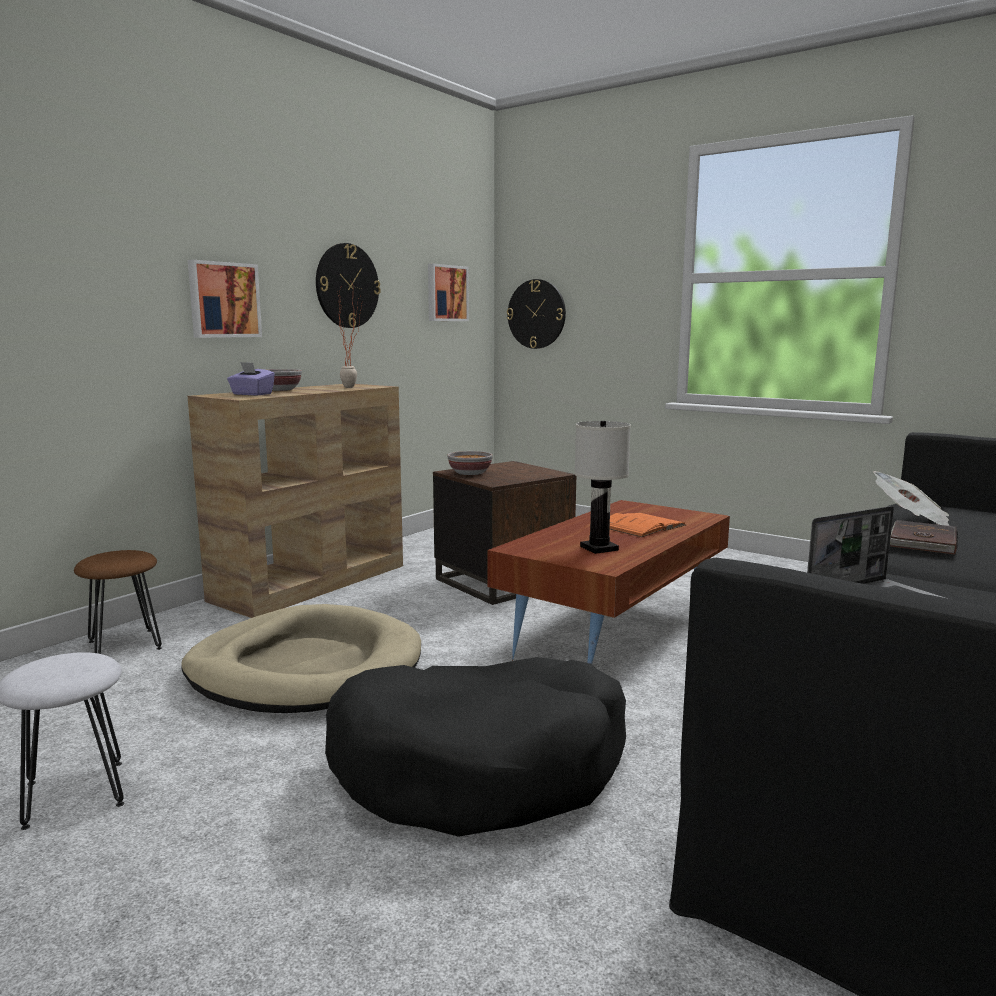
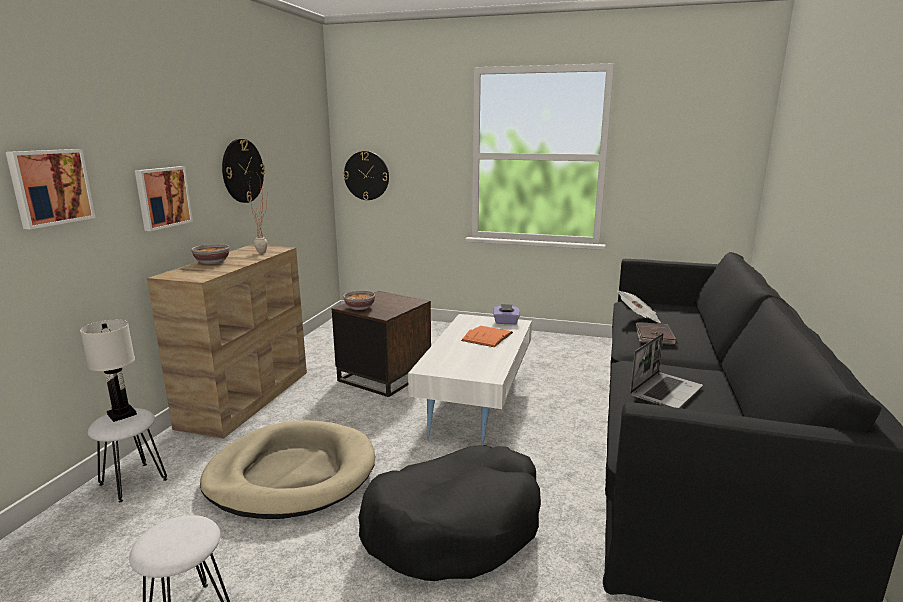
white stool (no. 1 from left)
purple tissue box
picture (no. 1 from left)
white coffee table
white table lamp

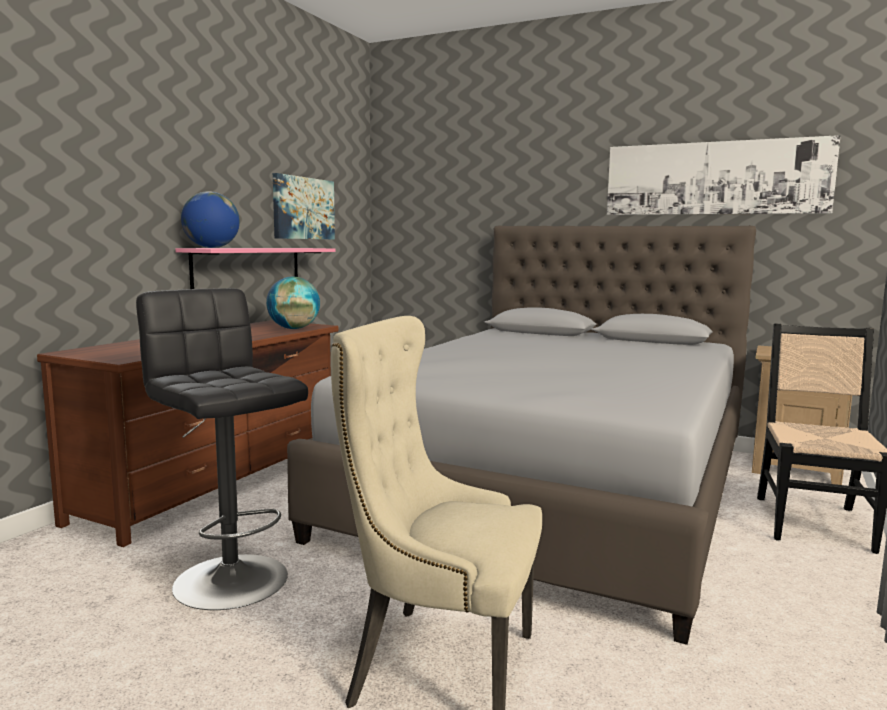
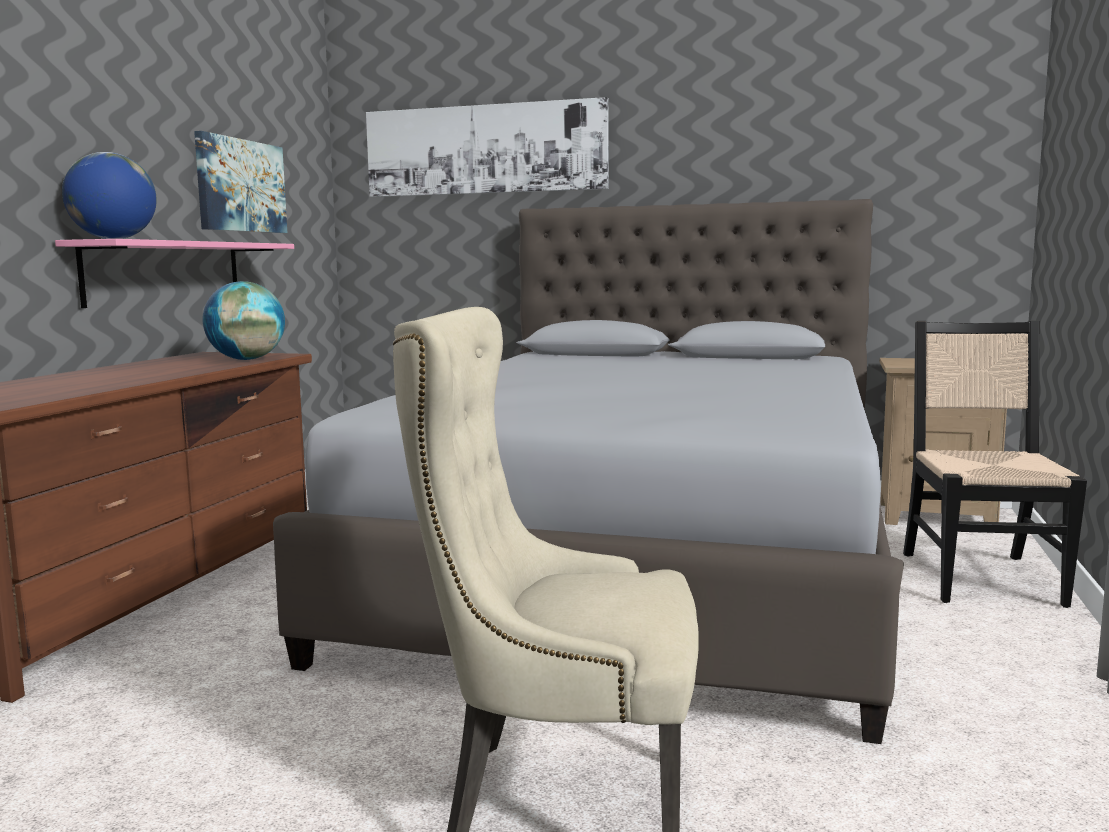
black stool
picture (no. 2 from left)

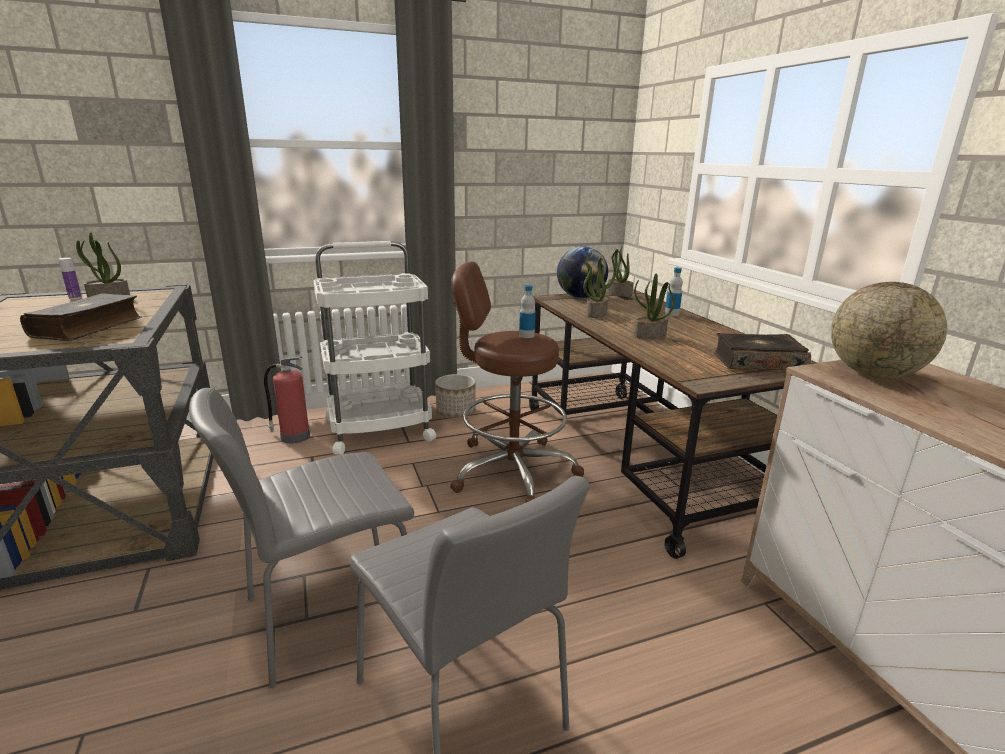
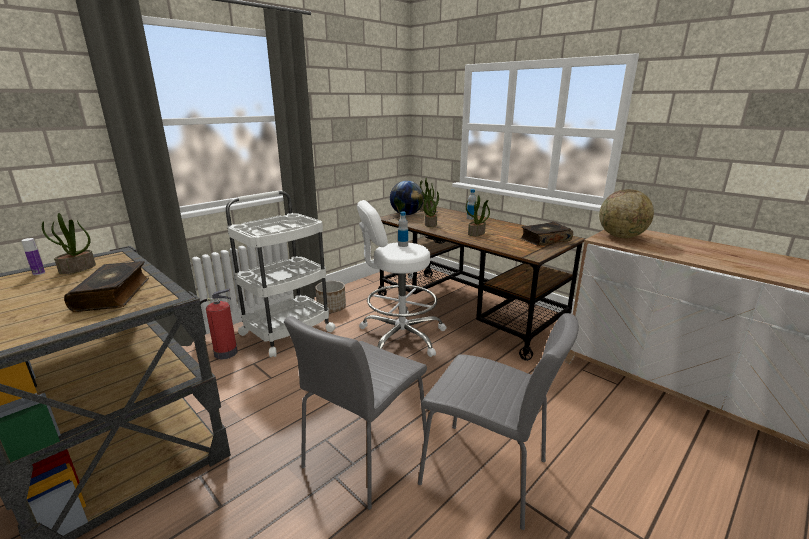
white stool

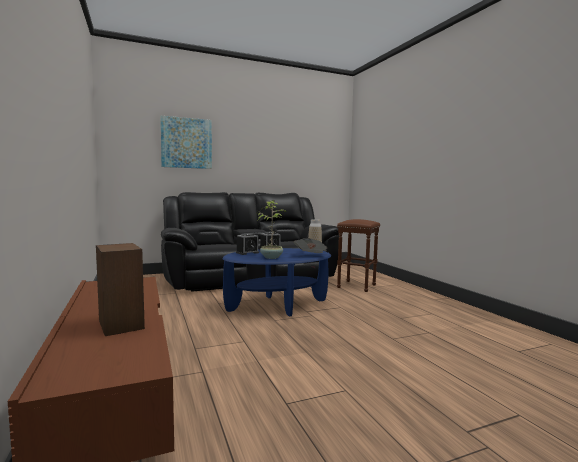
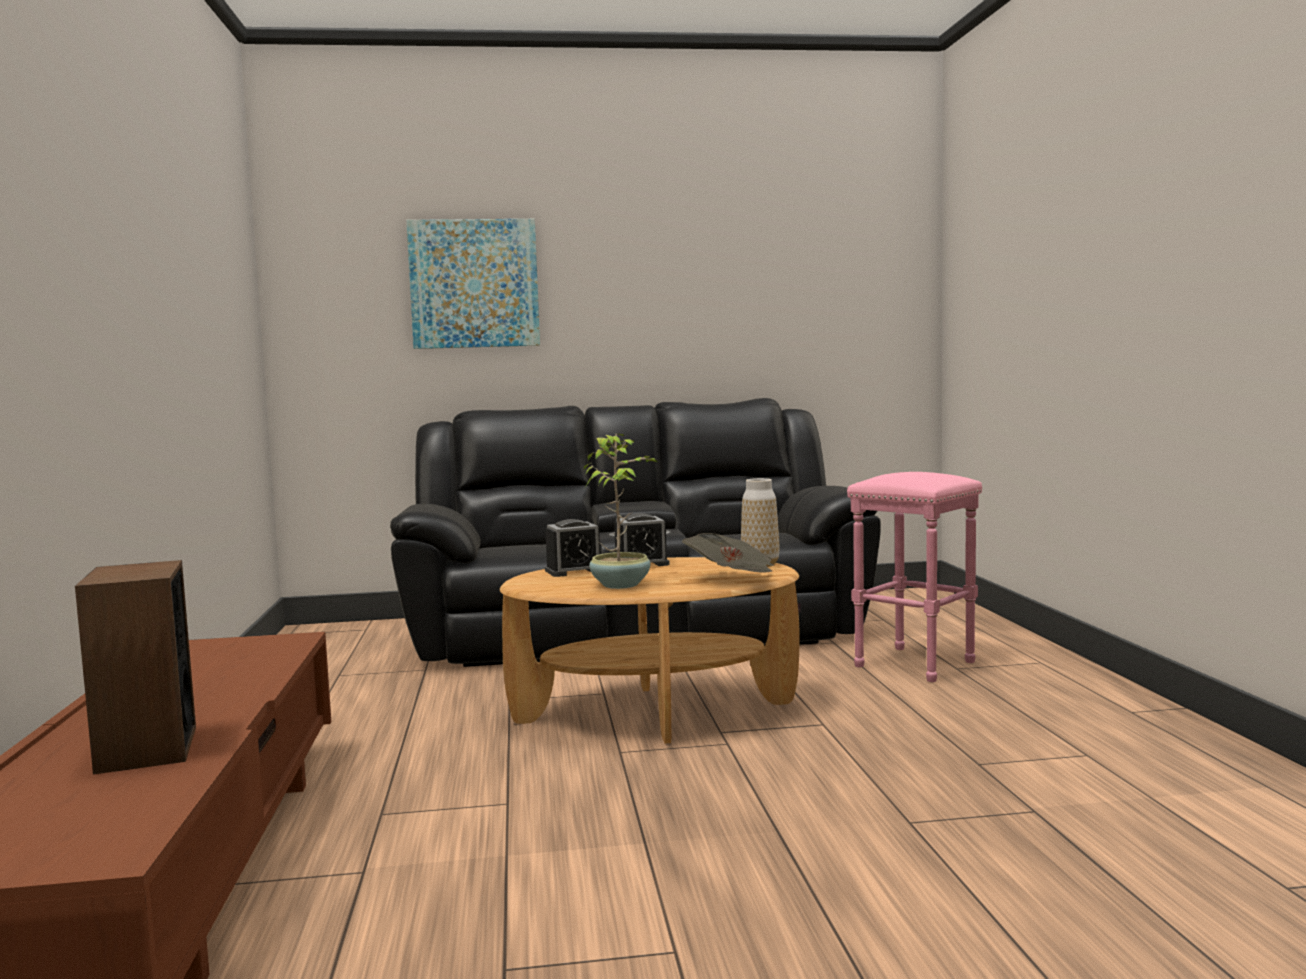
brown coffee table
pink stool

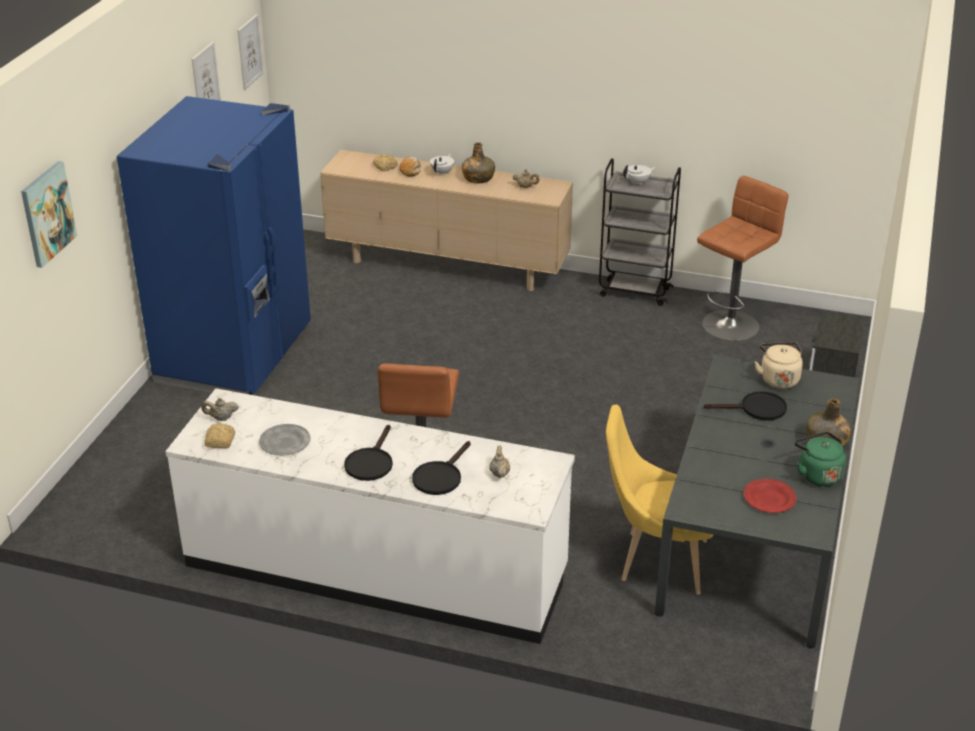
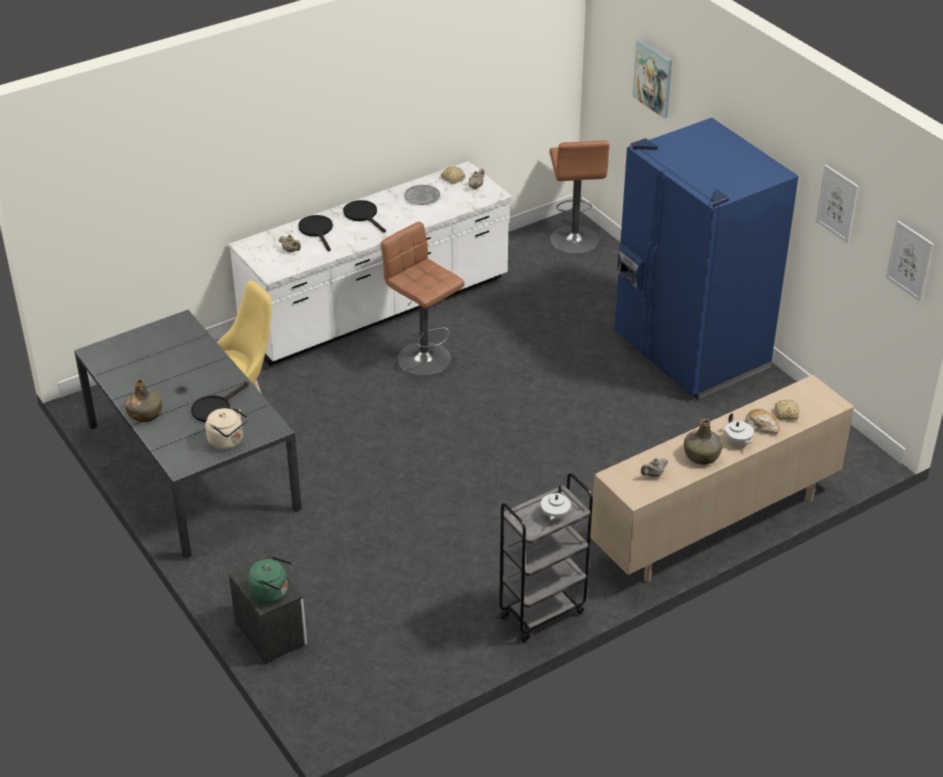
brown stool (no. 2 from left)
red plate
green kettle

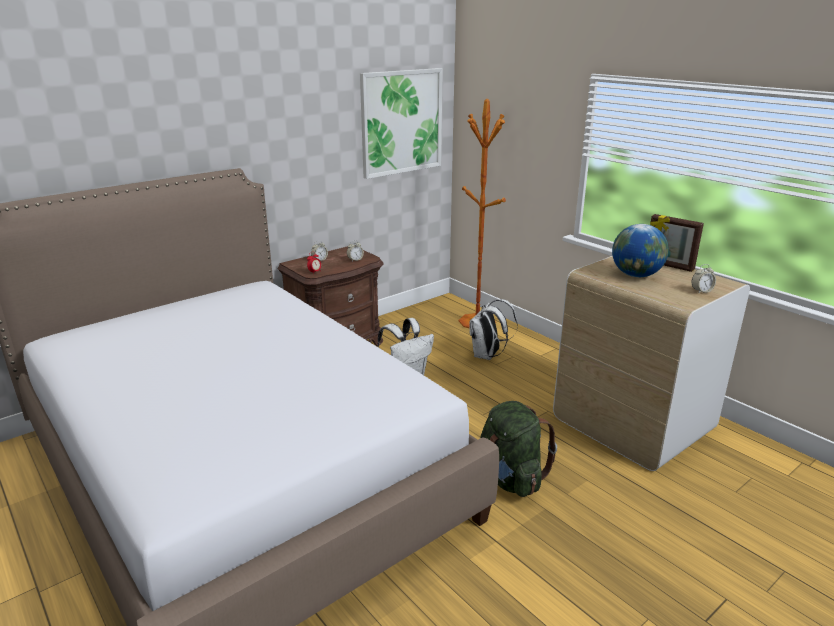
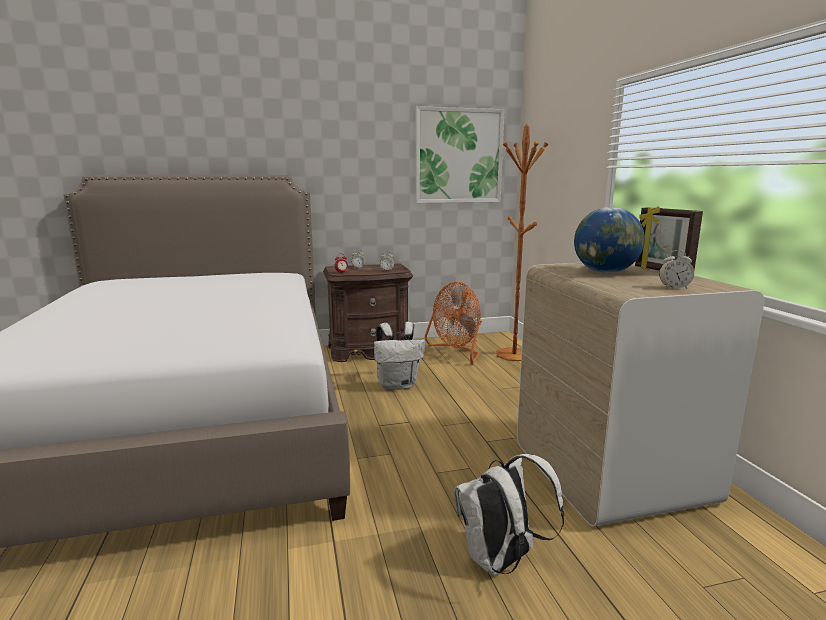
white backpack (no. 2 from left)
green backpack
orange fan

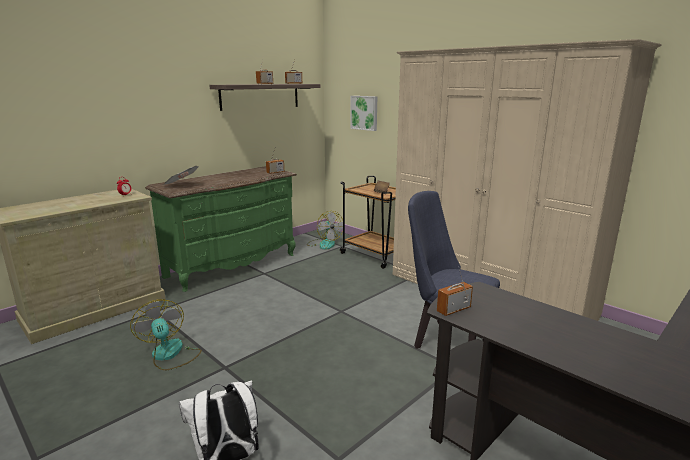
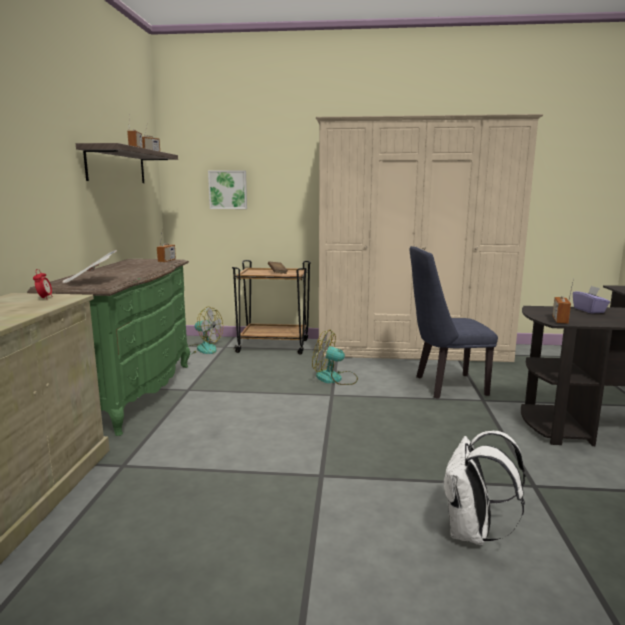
fan (no. 2 from left)
purple tissue box

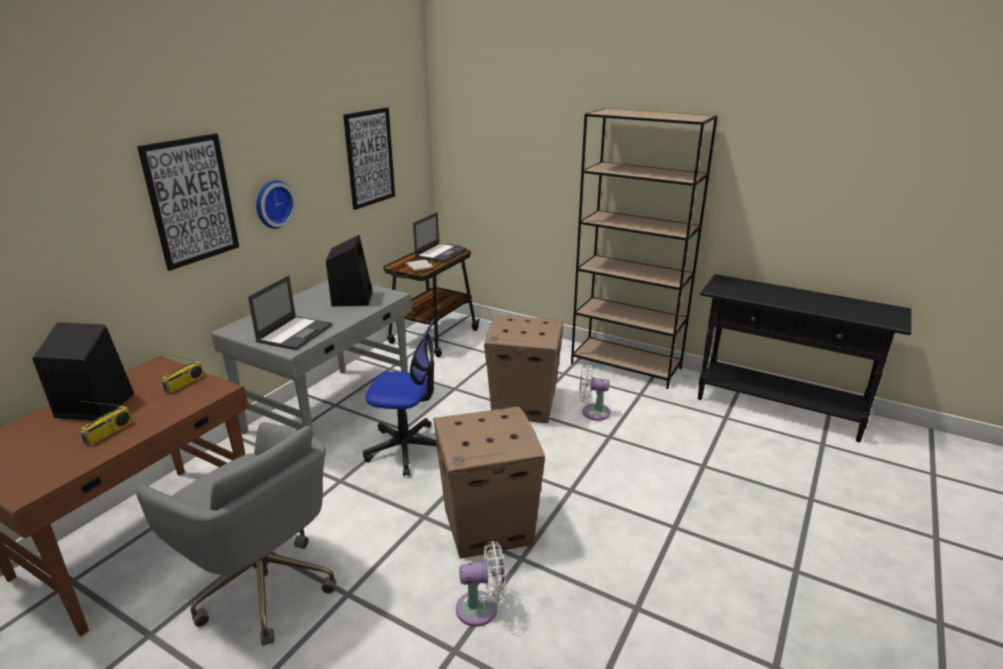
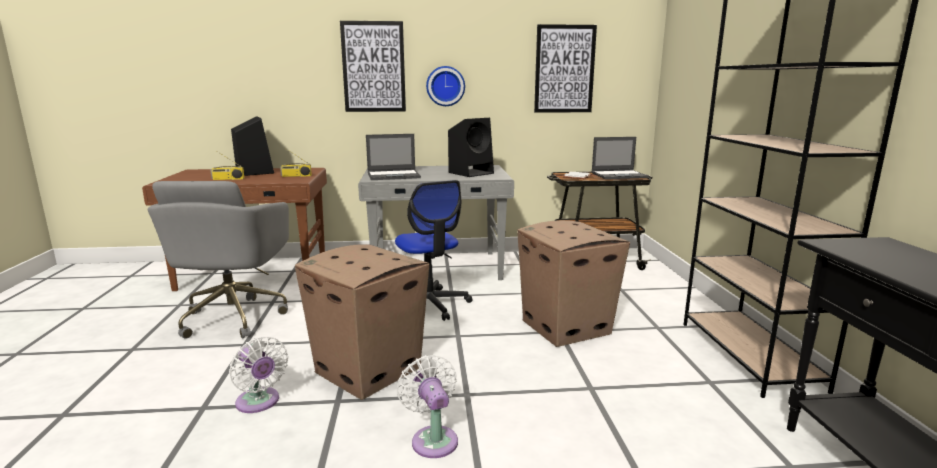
white fan (no. 2 from left)

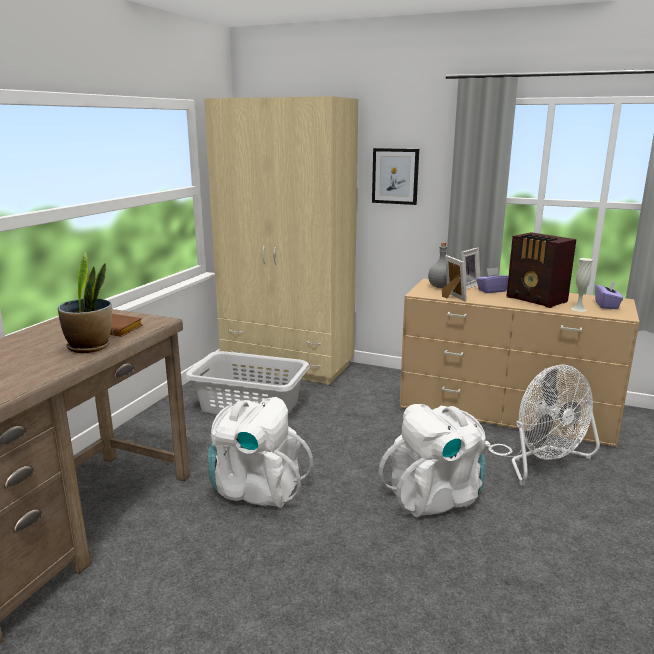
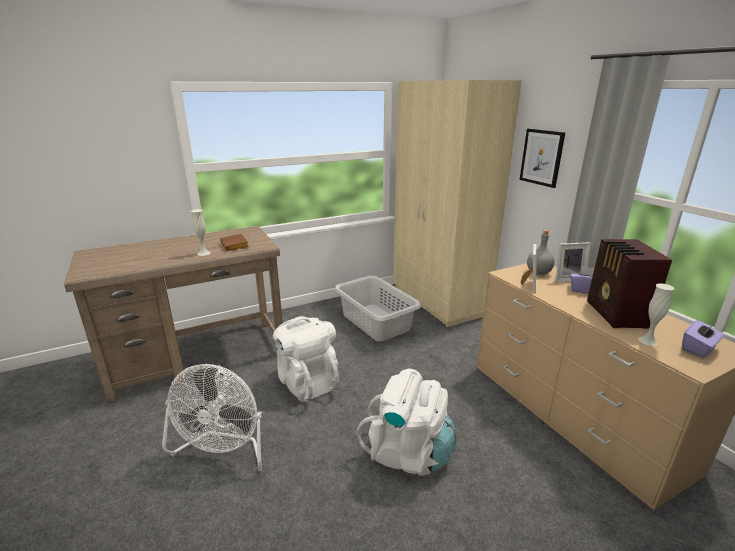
white vase (no. 1 from left)
white fan

